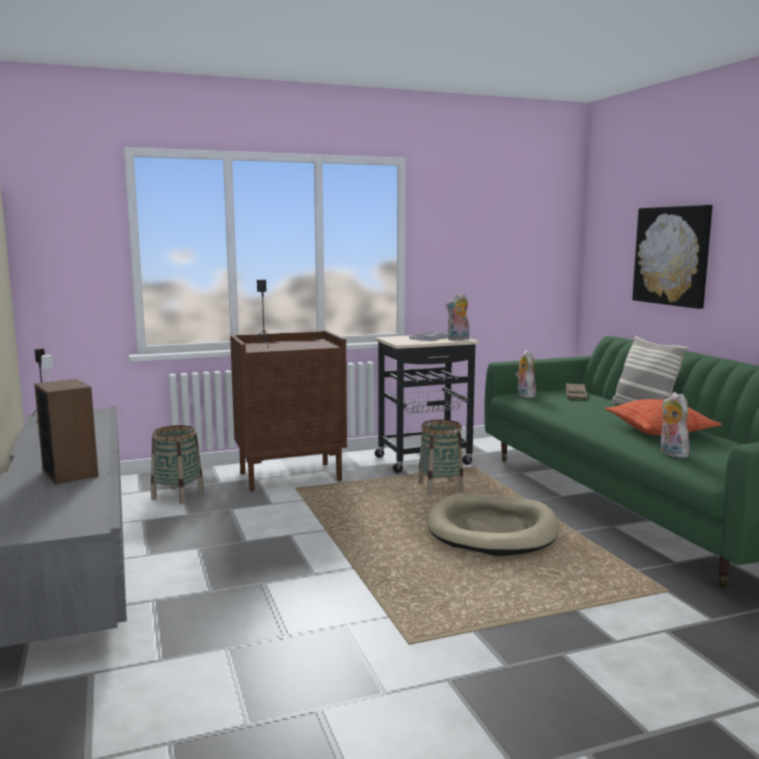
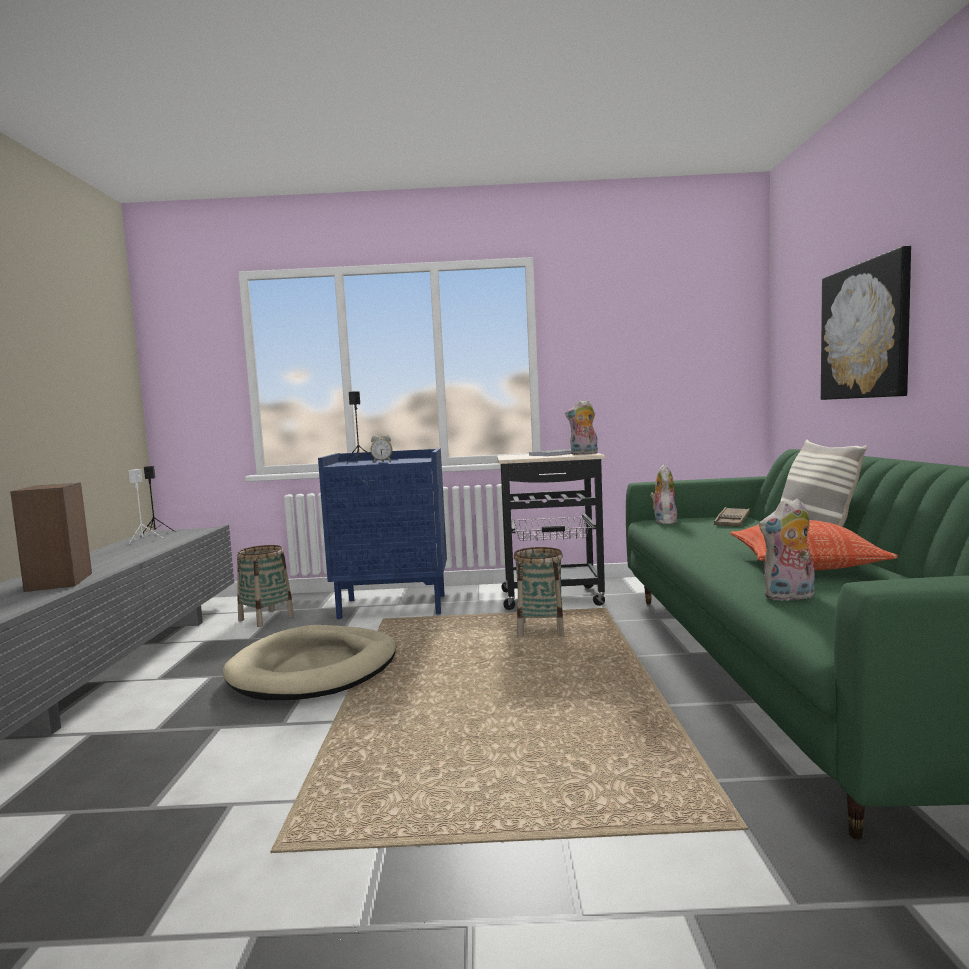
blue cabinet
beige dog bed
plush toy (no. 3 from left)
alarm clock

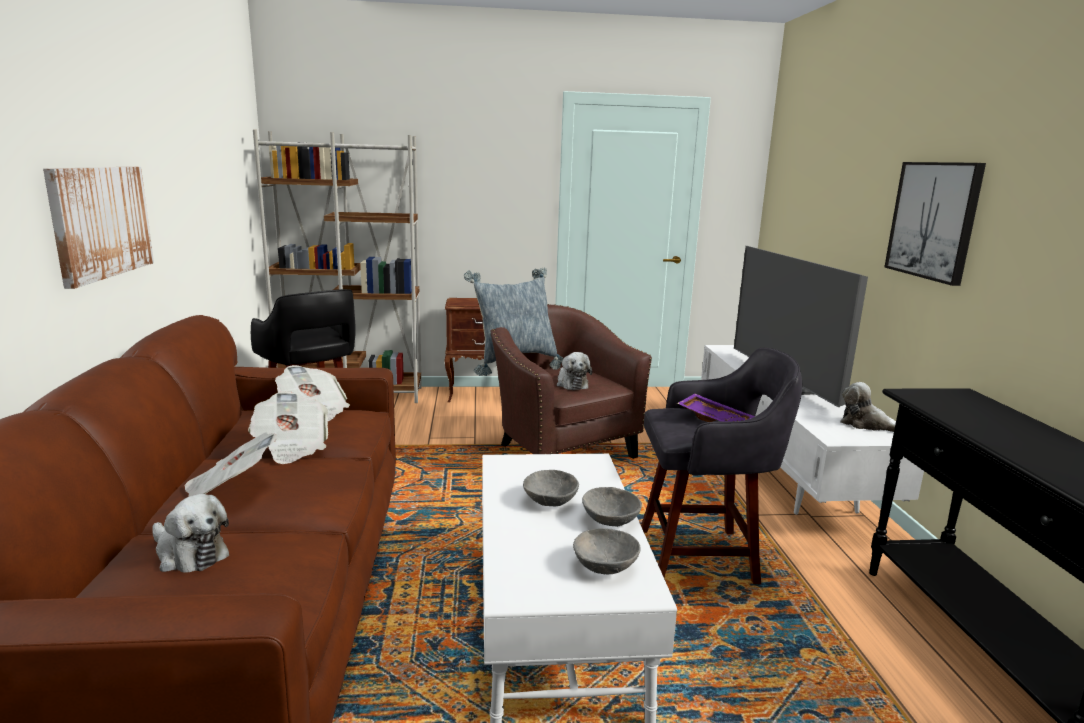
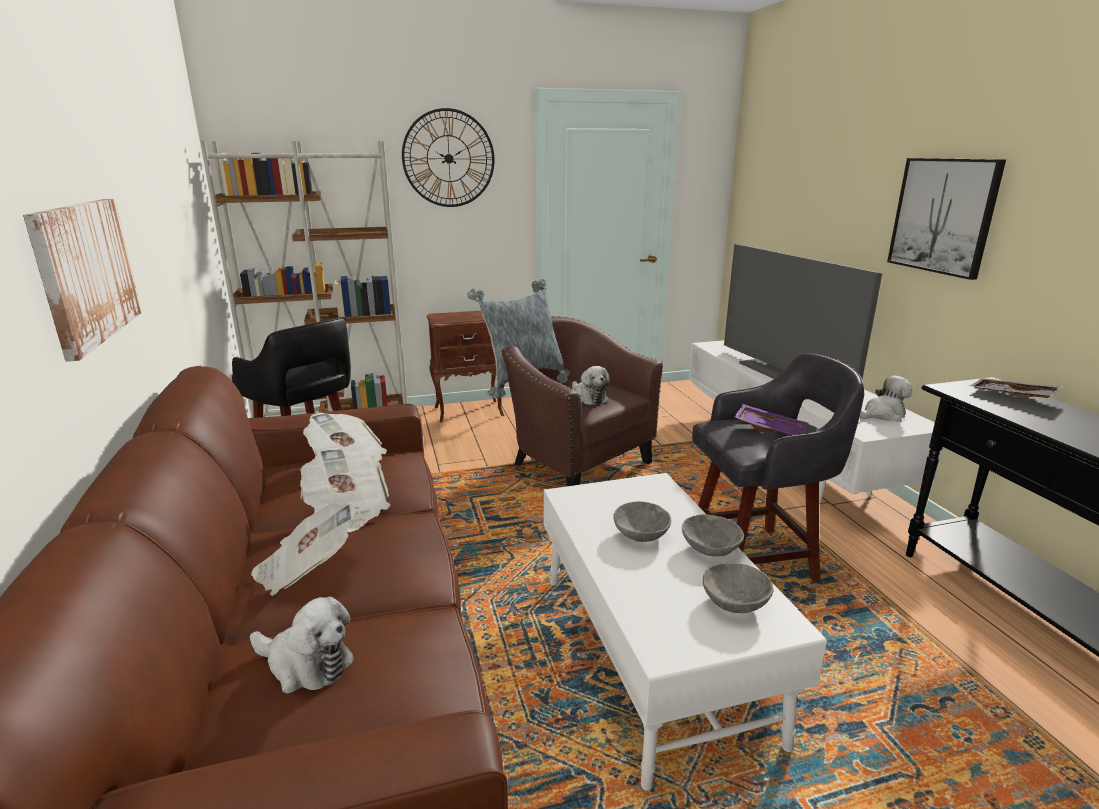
plush toy (no. 3 from left)
wall clock
black tray

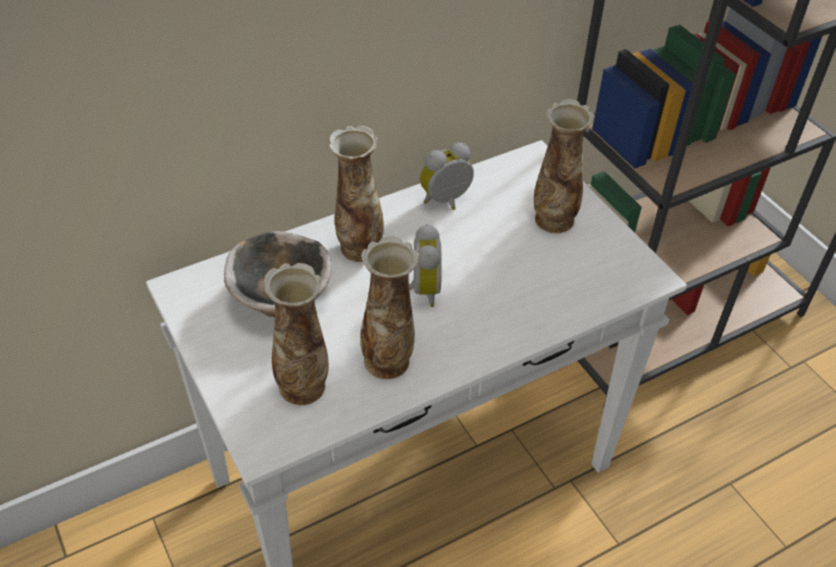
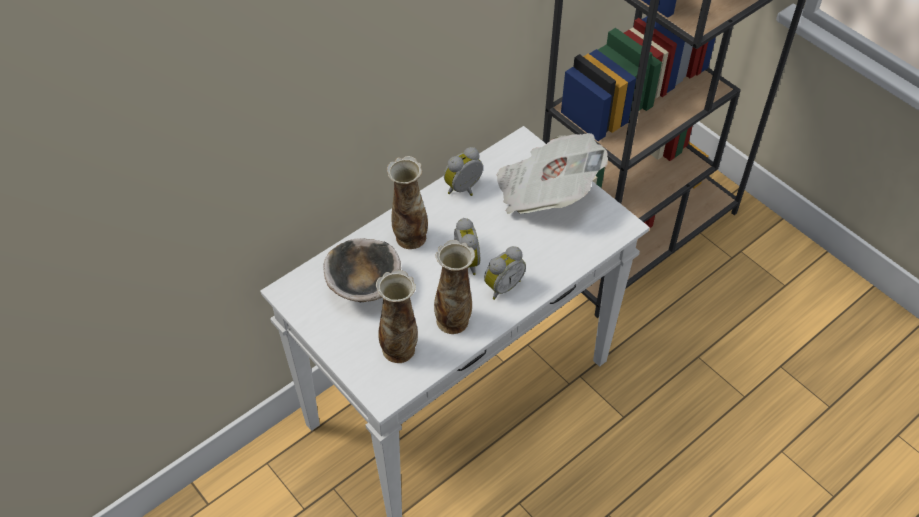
newspaper
alarm clock (no. 3 from left)

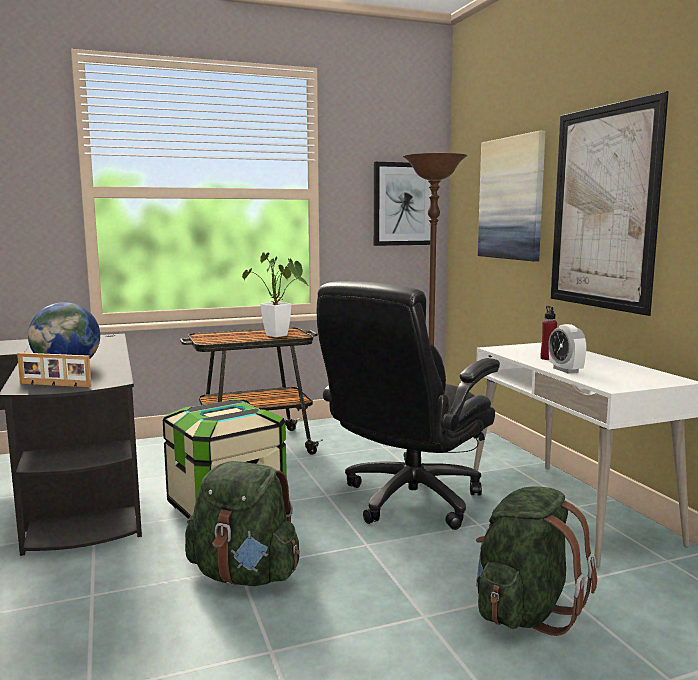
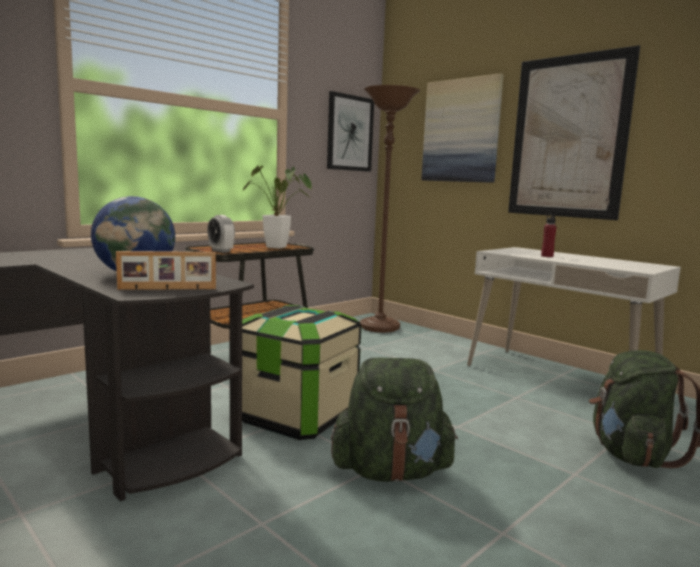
black office chair
alarm clock

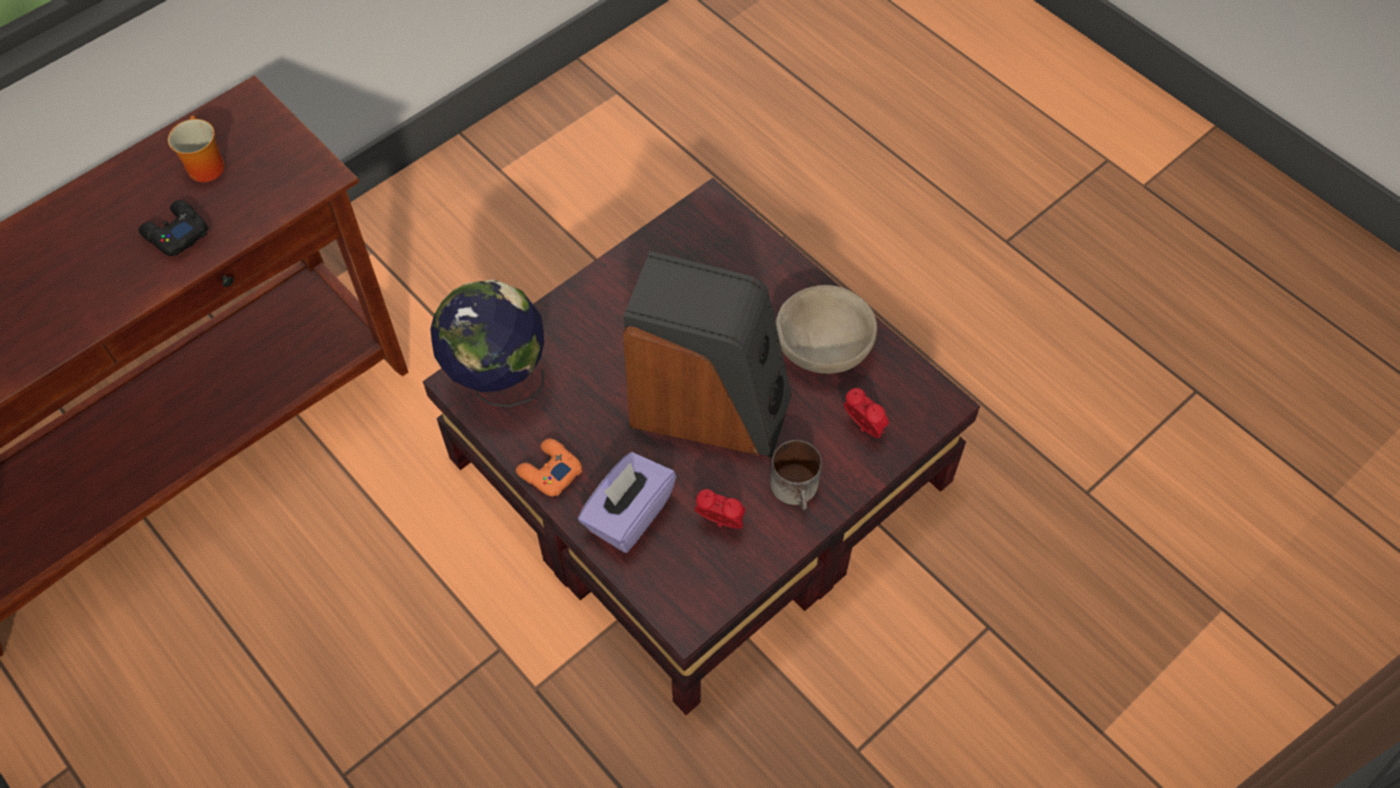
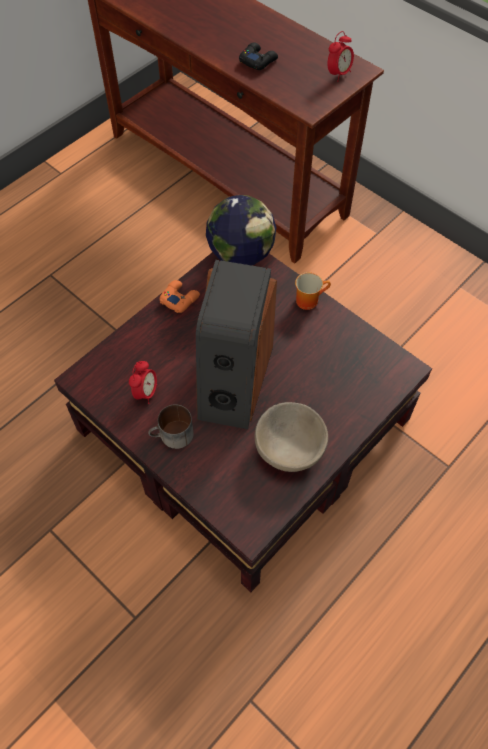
mug (no. 2 from left)
purple tissue box
alarm clock (no. 2 from left)

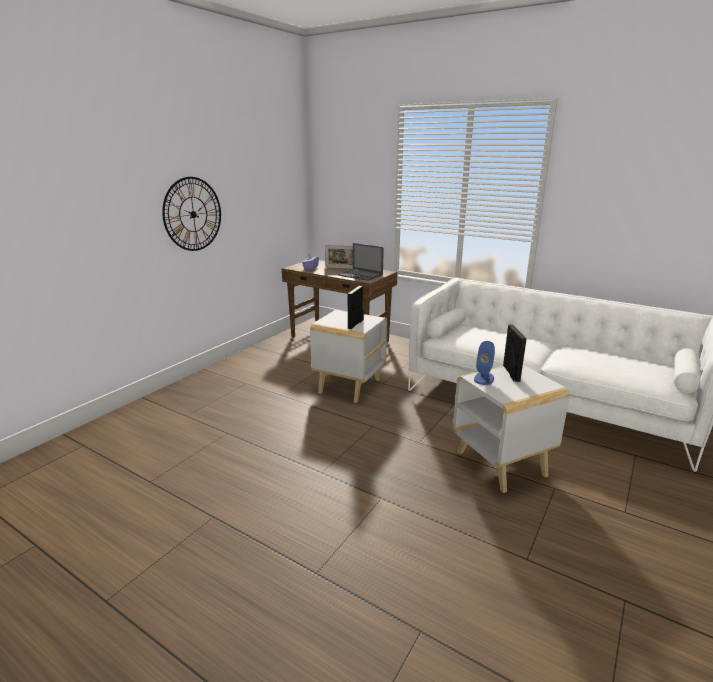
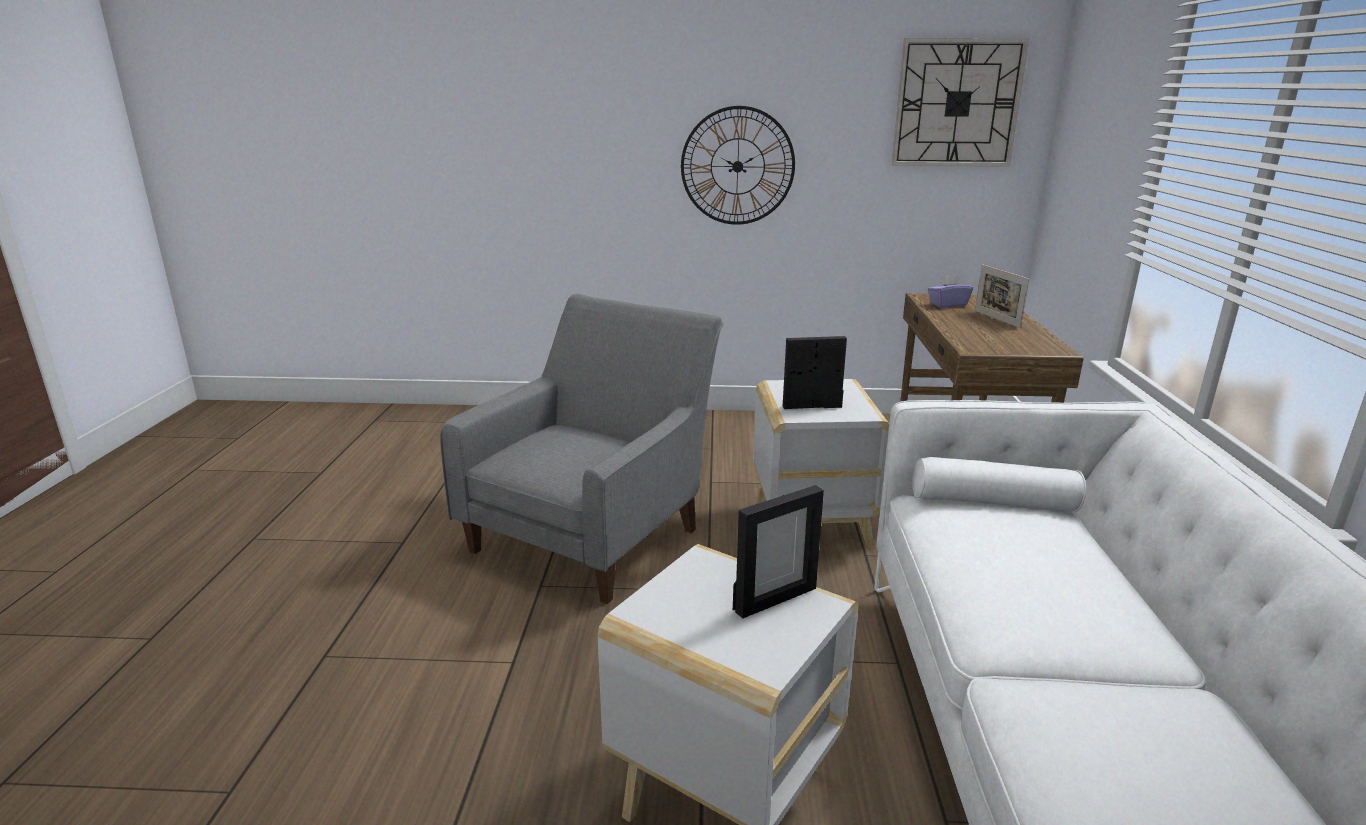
laptop
blue speaker
grey armchair
wall clock (no. 2 from left)

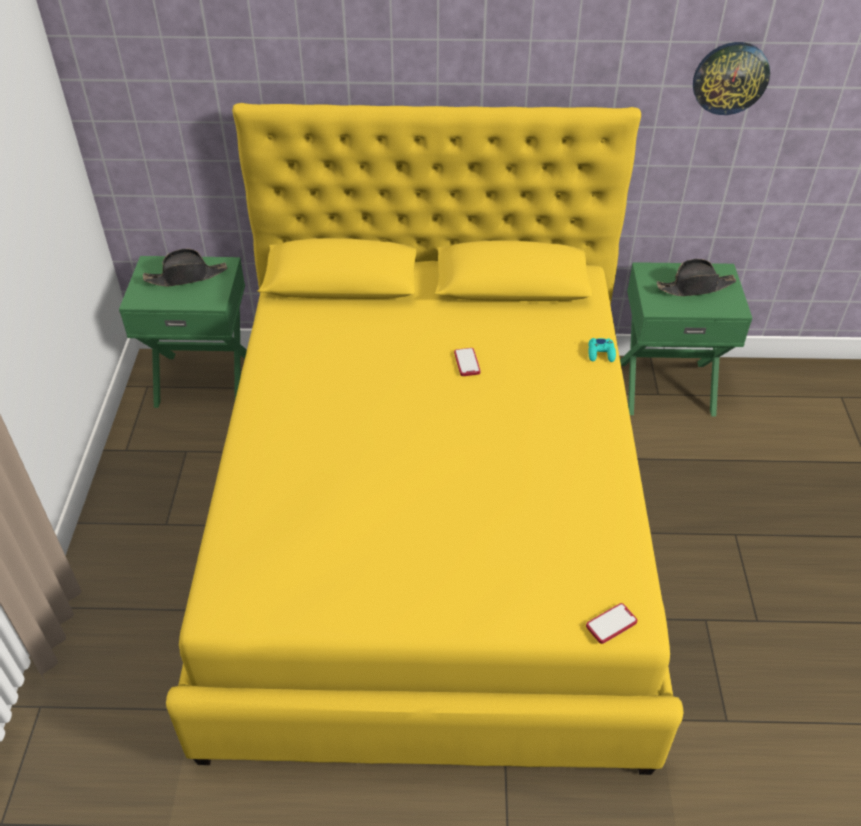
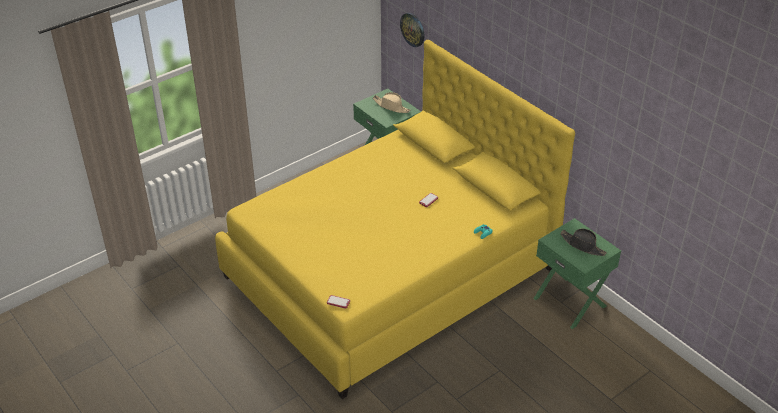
beige hat
wall clock

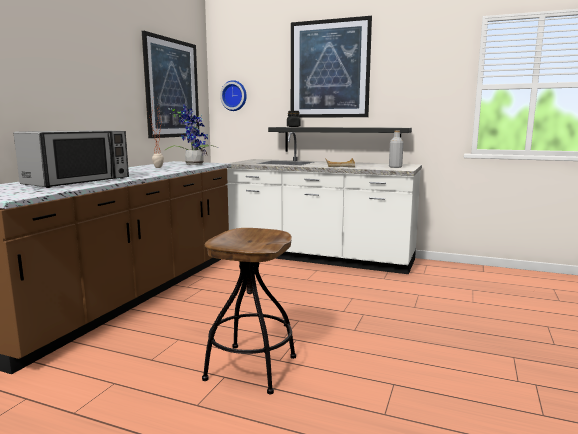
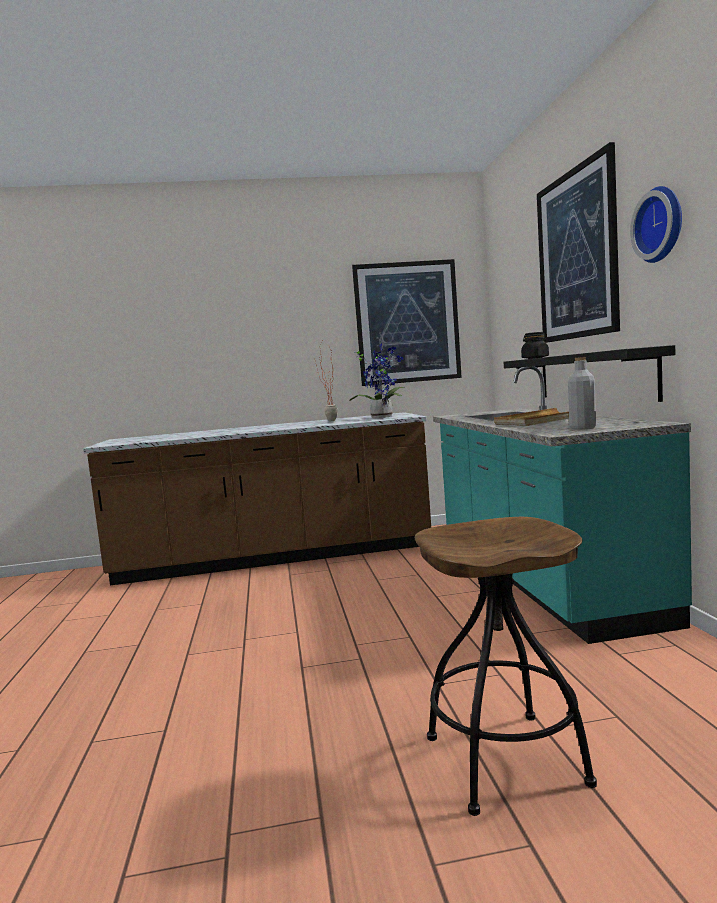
microwave
brown stool
wall clock
turquoise counter

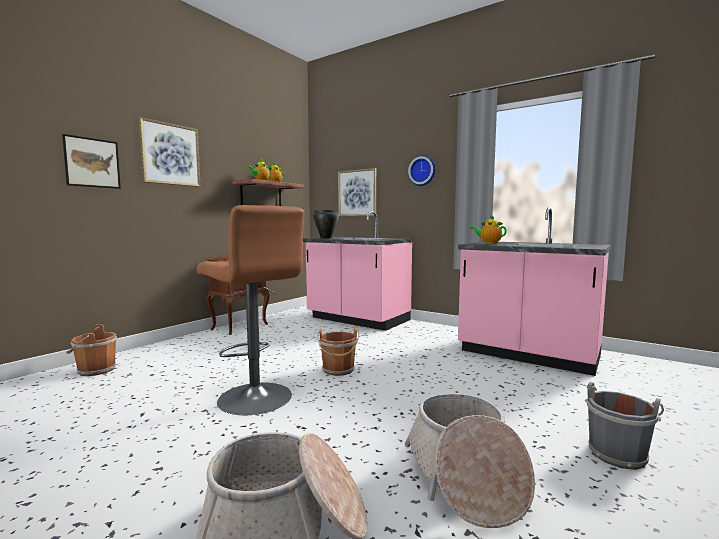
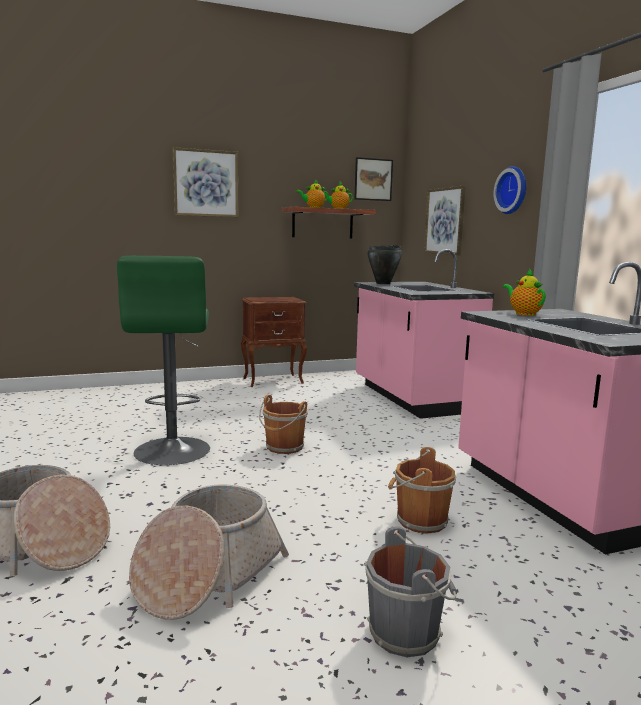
picture (no. 2 from left)
brown bucket (no. 2 from left)
green stool

